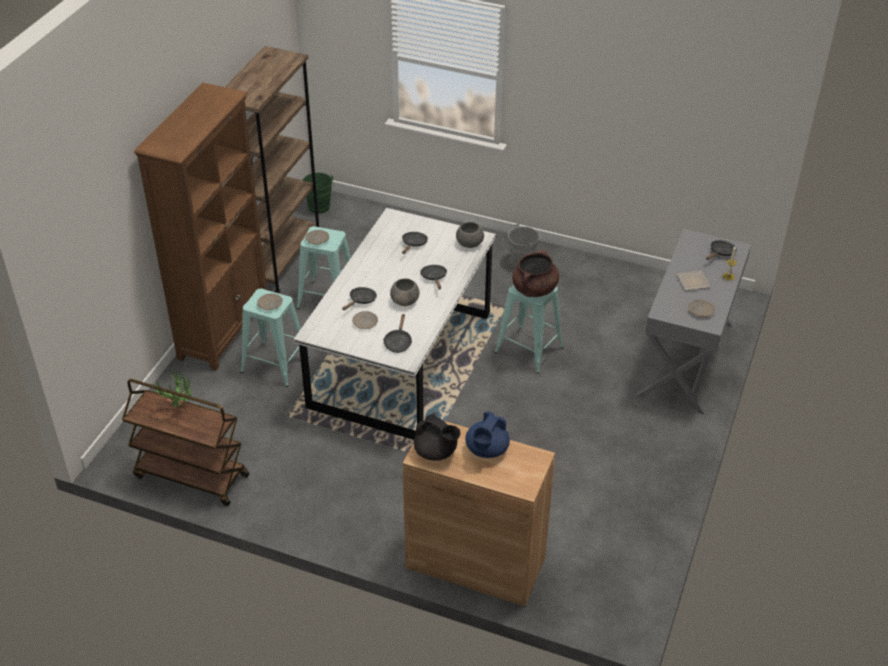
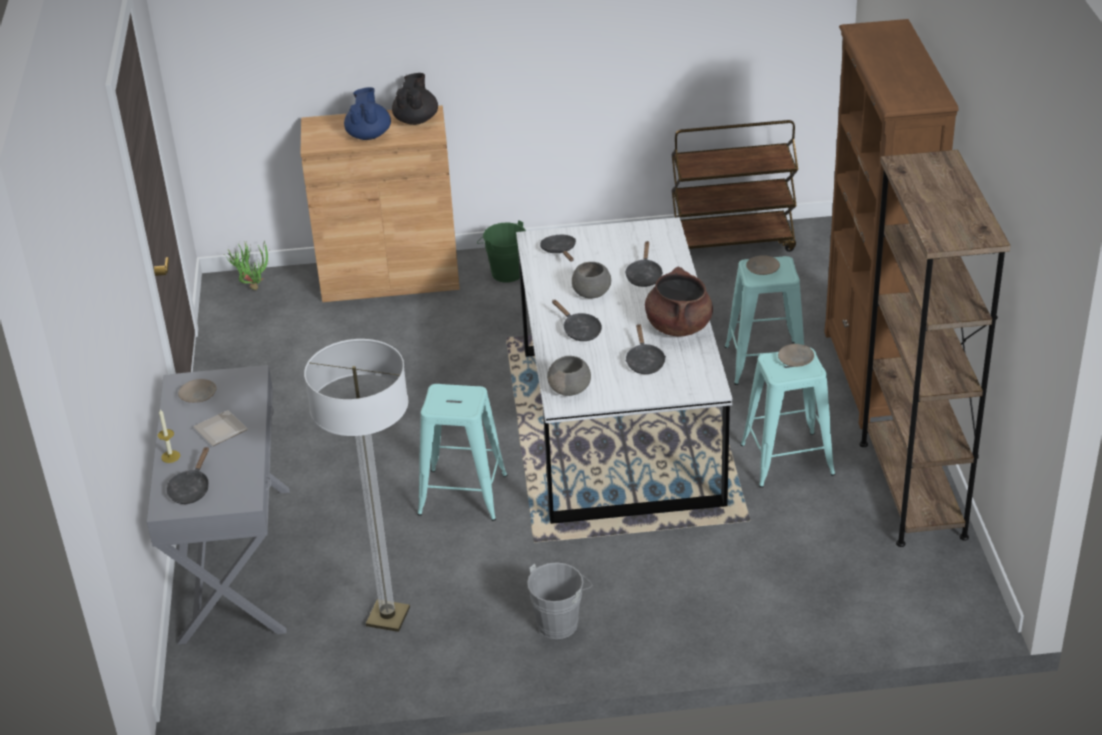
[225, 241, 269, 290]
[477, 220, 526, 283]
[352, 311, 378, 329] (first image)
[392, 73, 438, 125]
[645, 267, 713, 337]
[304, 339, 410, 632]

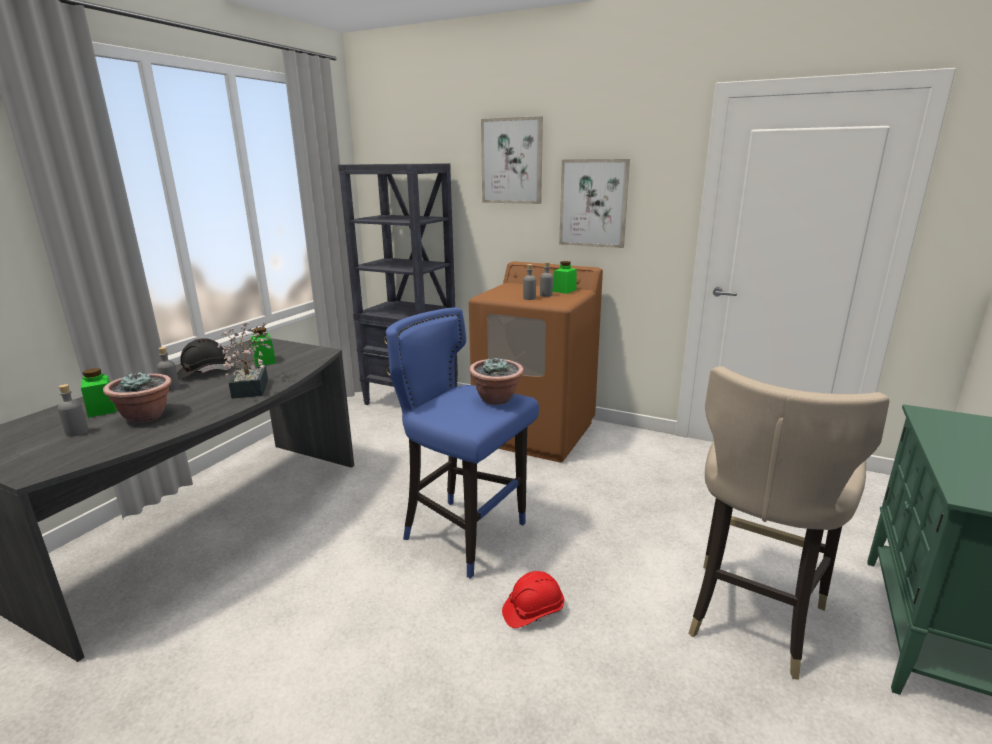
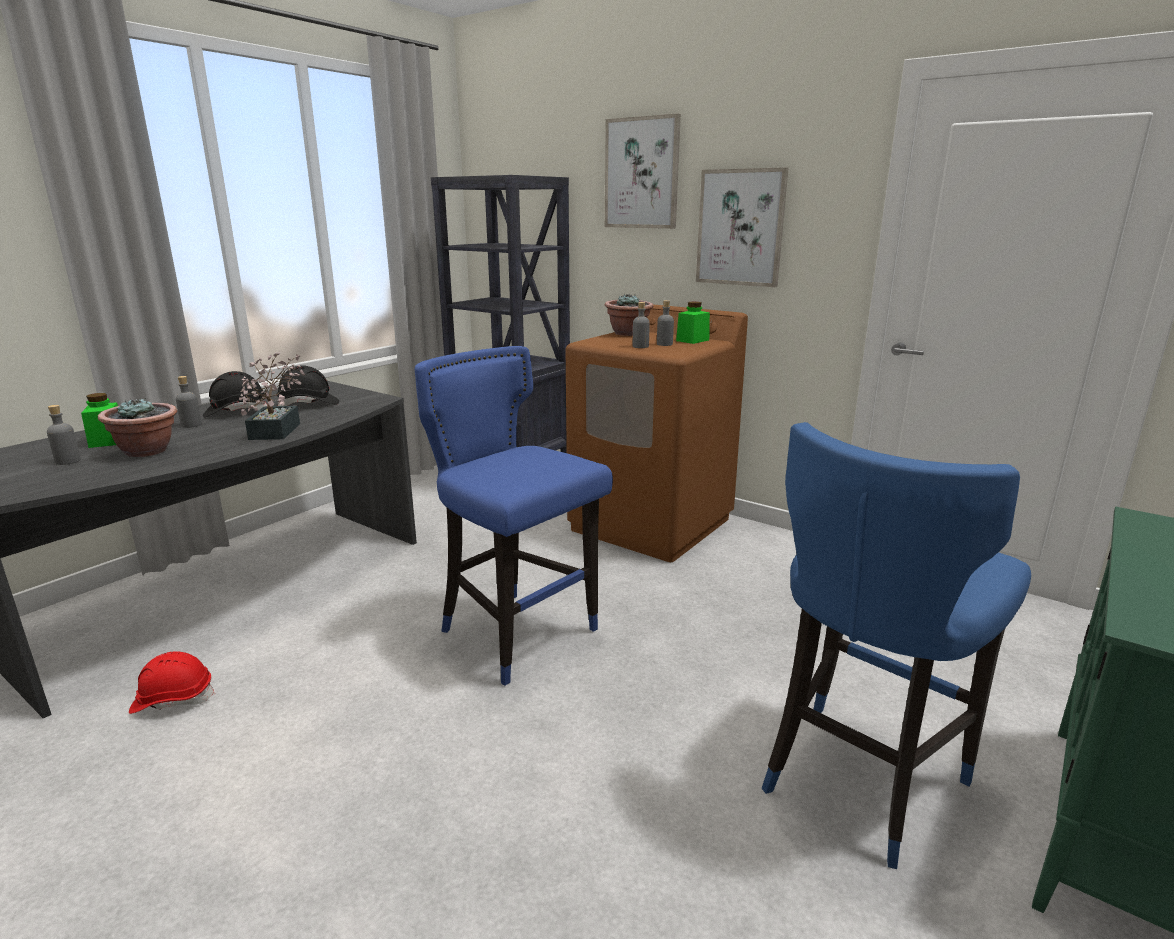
[276, 365, 339, 406]
[605, 294, 653, 336]
[129, 651, 215, 714]
[762, 422, 1031, 869]

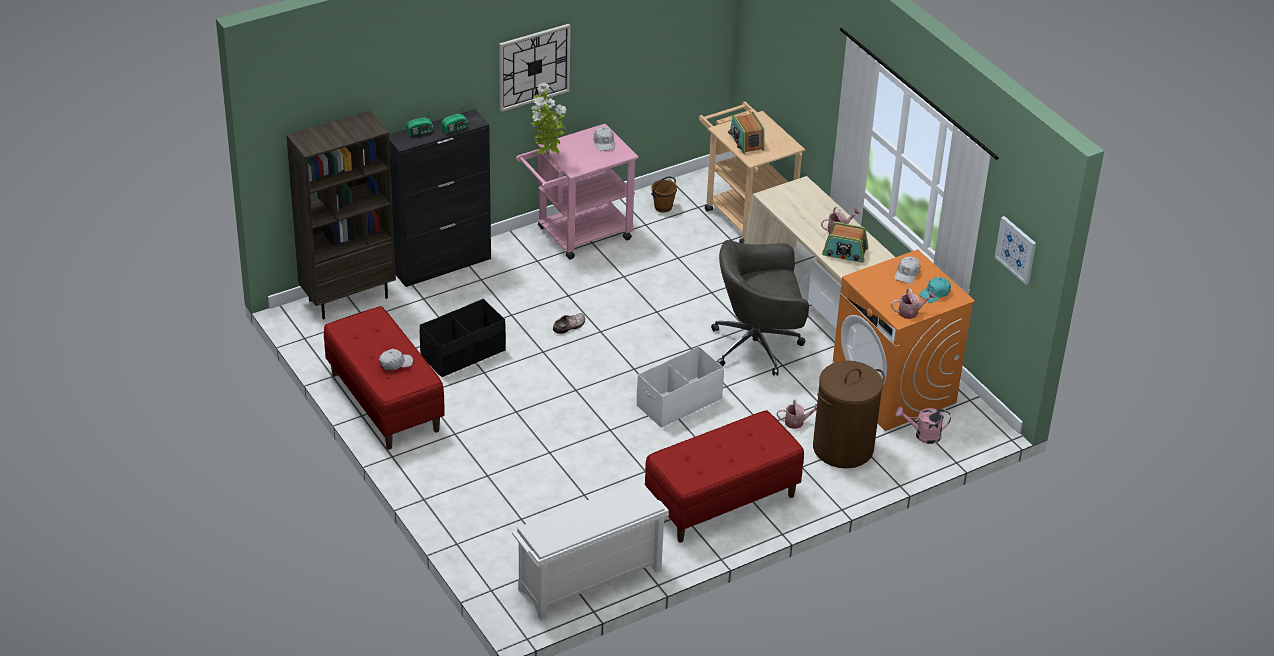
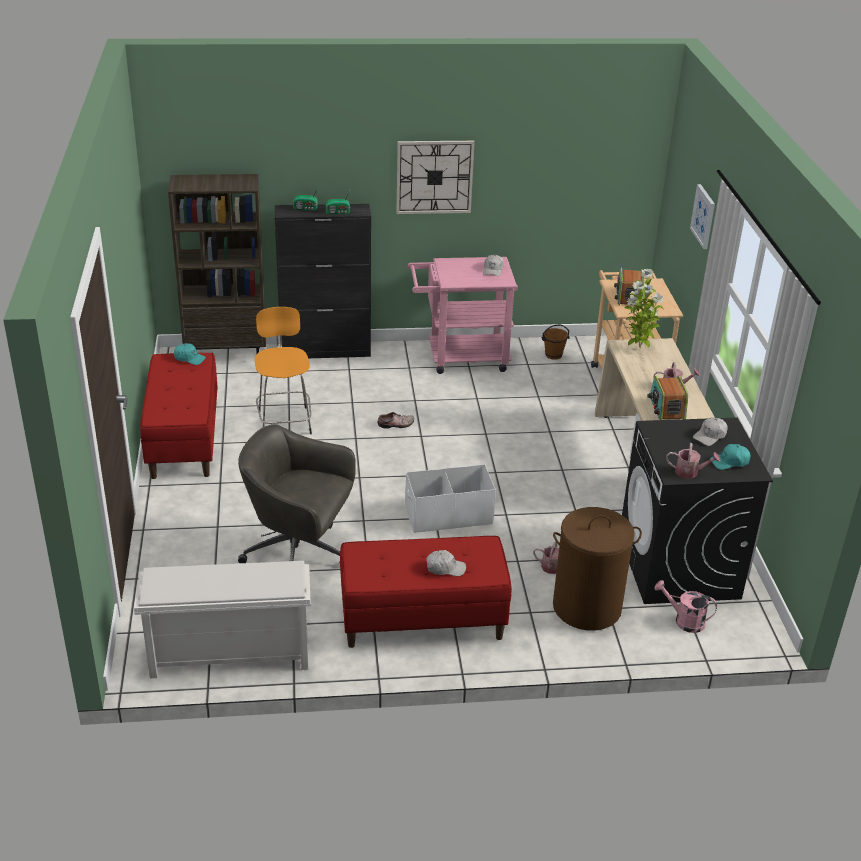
[426, 550, 466, 576]
[255, 307, 312, 434]
[624, 269, 664, 349]
[238, 424, 356, 563]
[647, 375, 688, 420]
[622, 417, 773, 604]
[690, 184, 715, 249]
[174, 343, 206, 365]

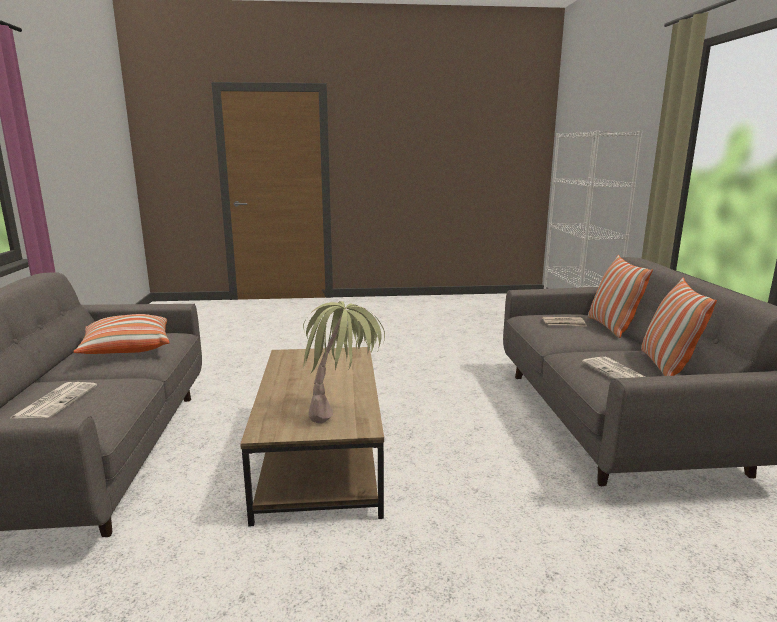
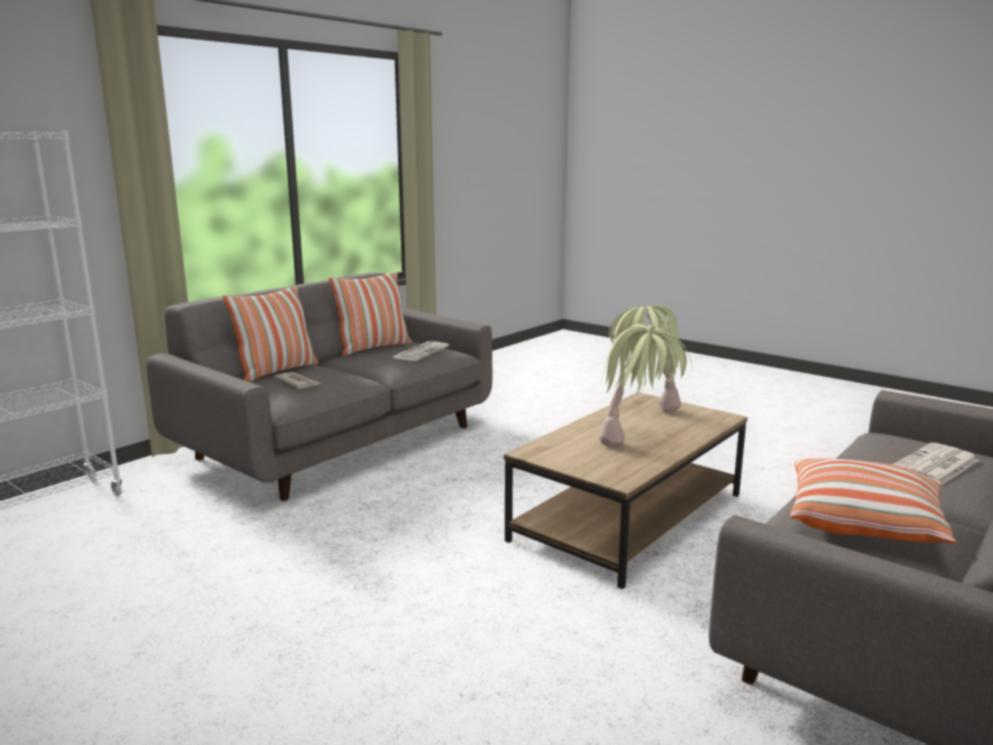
[599, 324, 692, 447]

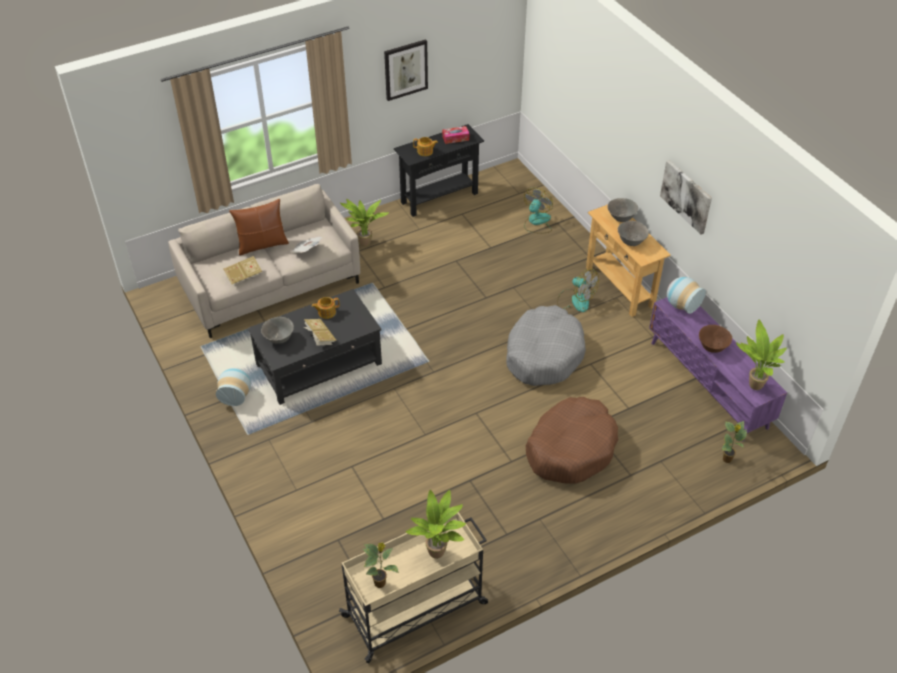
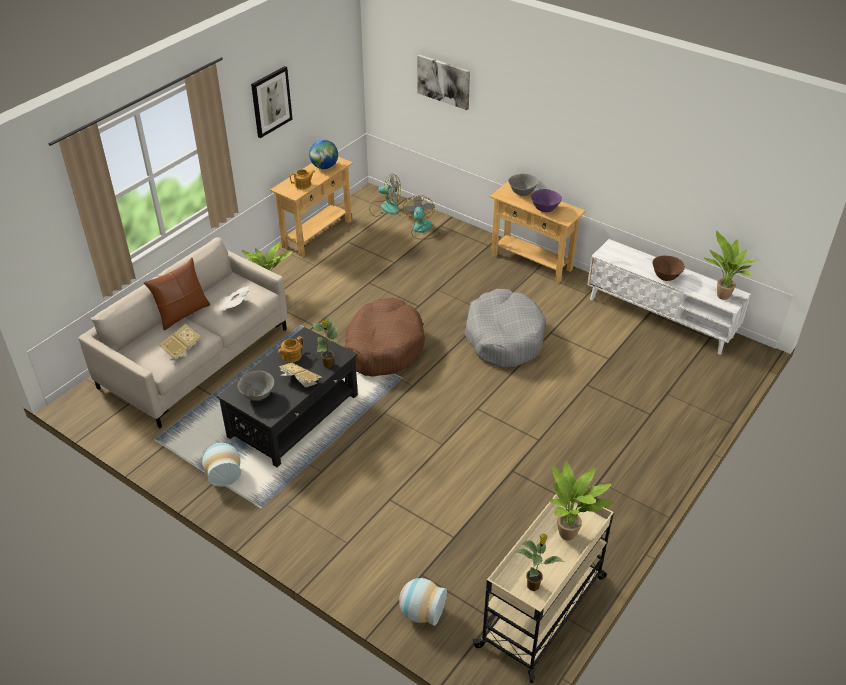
[270, 157, 353, 257]
[309, 140, 338, 169]
[345, 298, 425, 377]
[369, 174, 401, 217]
[531, 189, 562, 212]
[587, 239, 751, 355]
[417, 55, 470, 110]
[399, 578, 447, 626]
[313, 317, 338, 368]

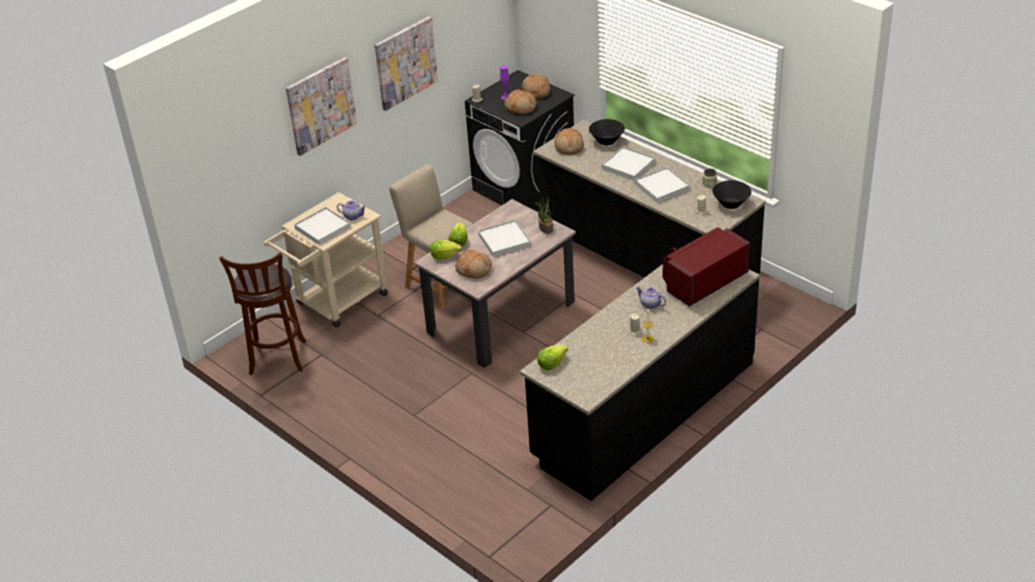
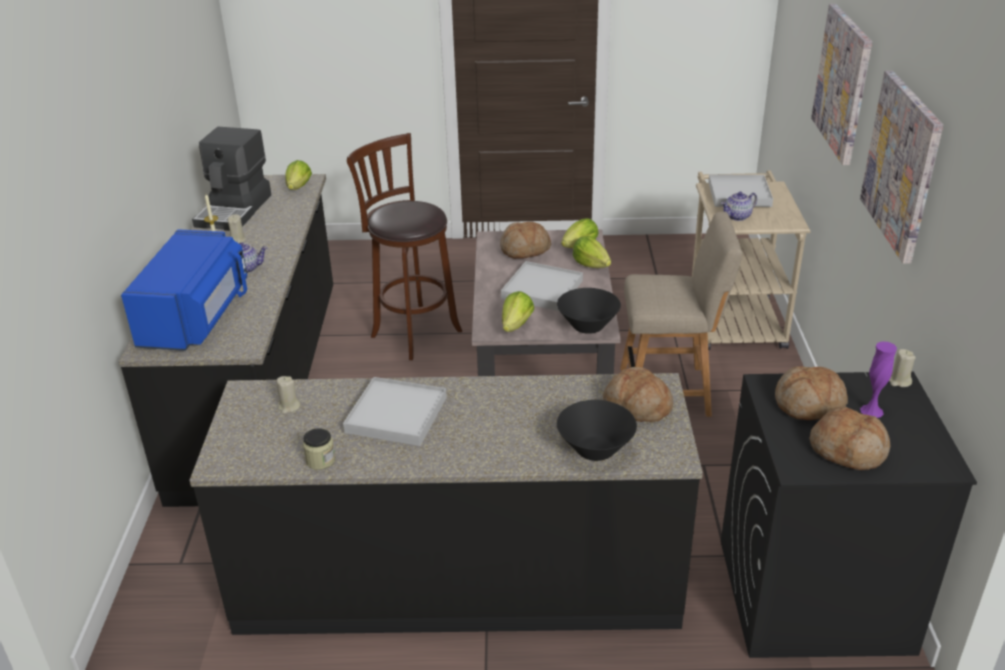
[347, 133, 462, 360]
[502, 291, 534, 332]
[602, 146, 655, 181] (first image)
[121, 229, 247, 351]
[557, 288, 621, 334]
[192, 127, 271, 231]

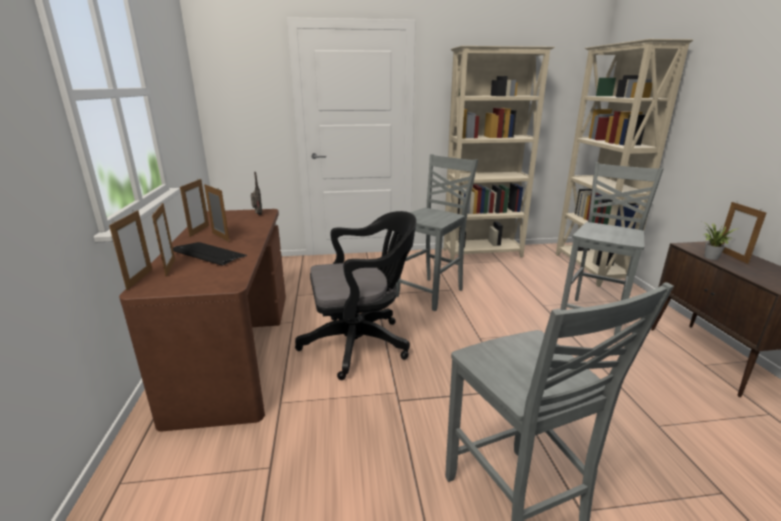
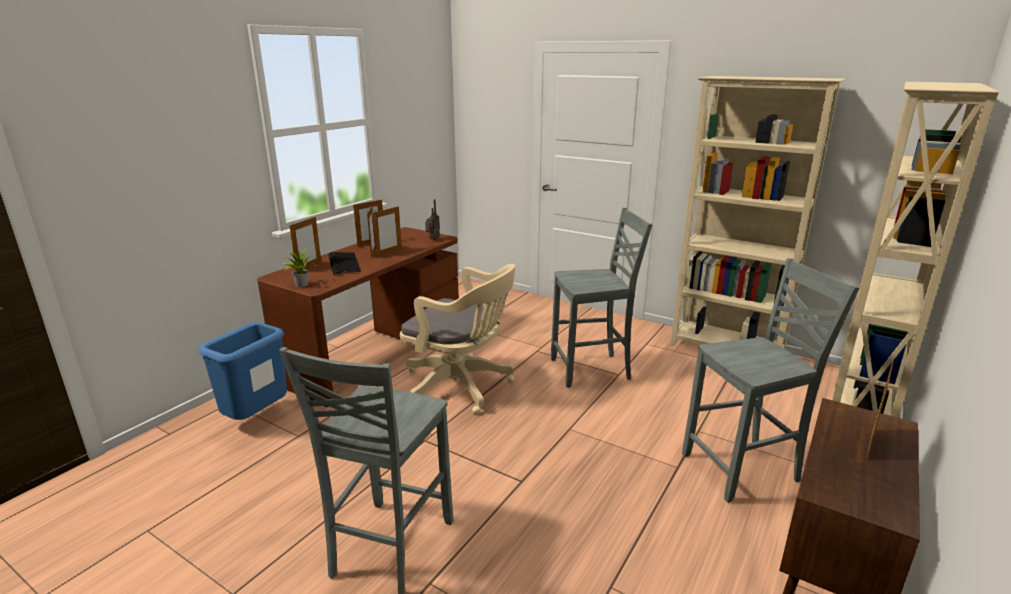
[372, 206, 402, 257]
[400, 264, 516, 415]
[280, 248, 311, 287]
[199, 322, 287, 420]

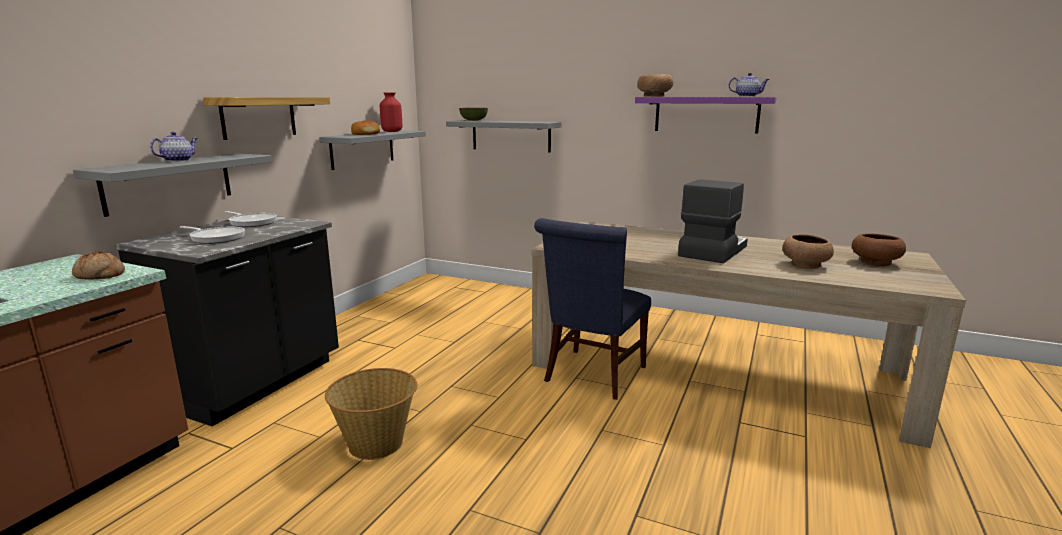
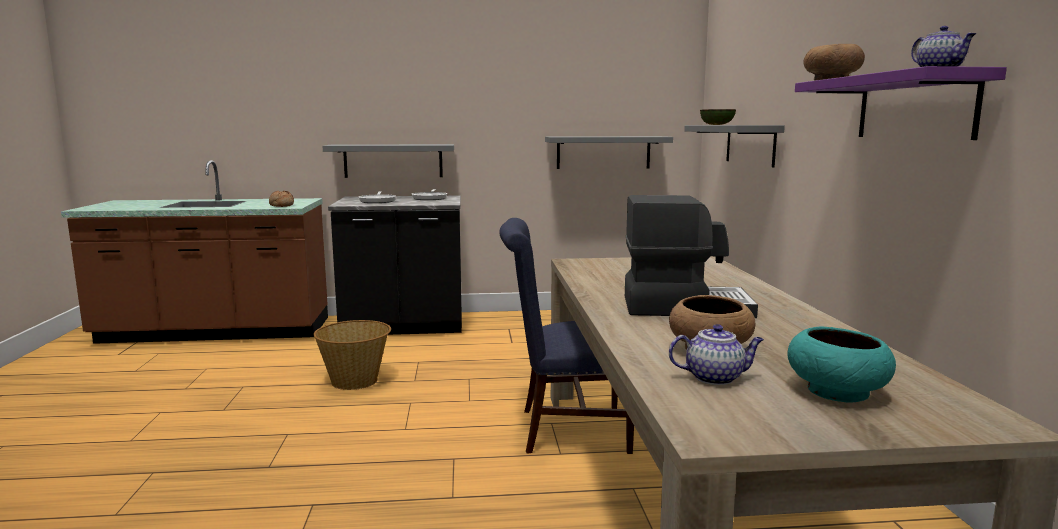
[669, 324, 764, 385]
[203, 97, 330, 140] (first image)
[351, 120, 380, 135] (first image)
[380, 93, 402, 132] (first image)
[787, 327, 896, 403]

